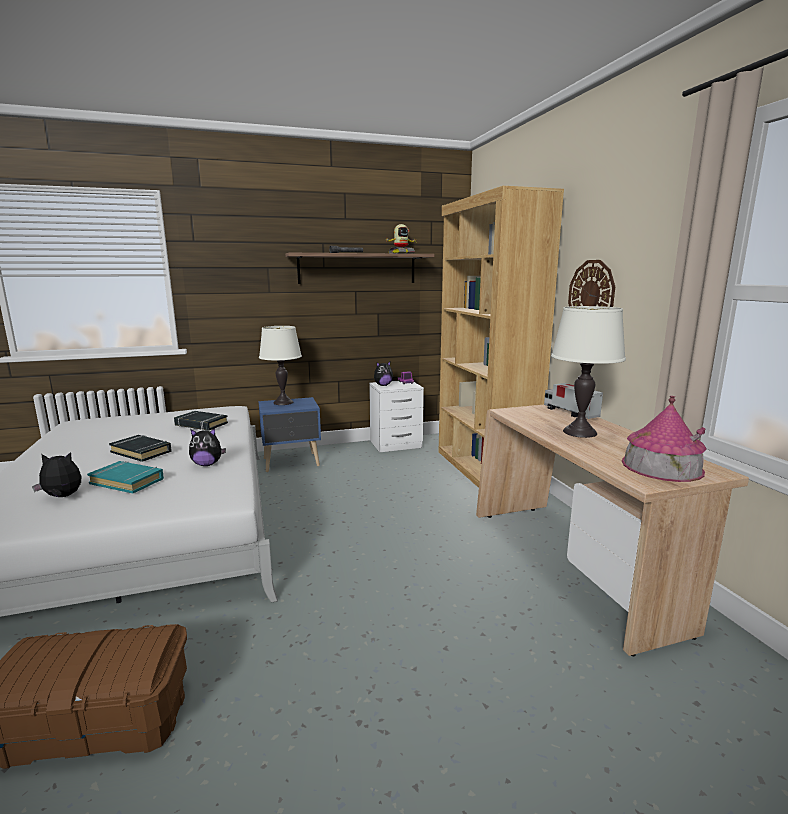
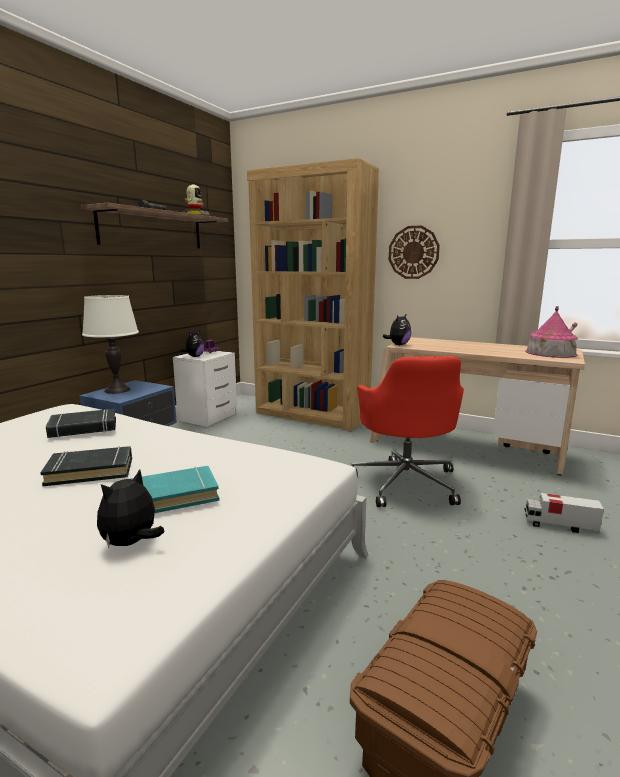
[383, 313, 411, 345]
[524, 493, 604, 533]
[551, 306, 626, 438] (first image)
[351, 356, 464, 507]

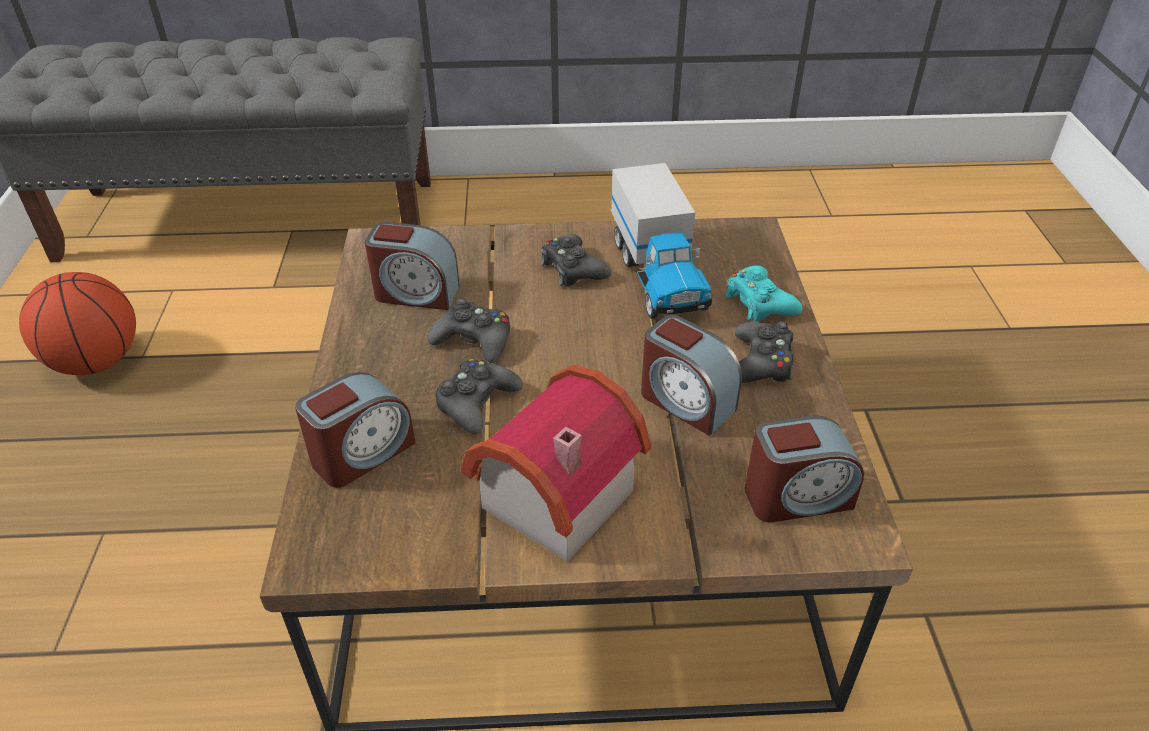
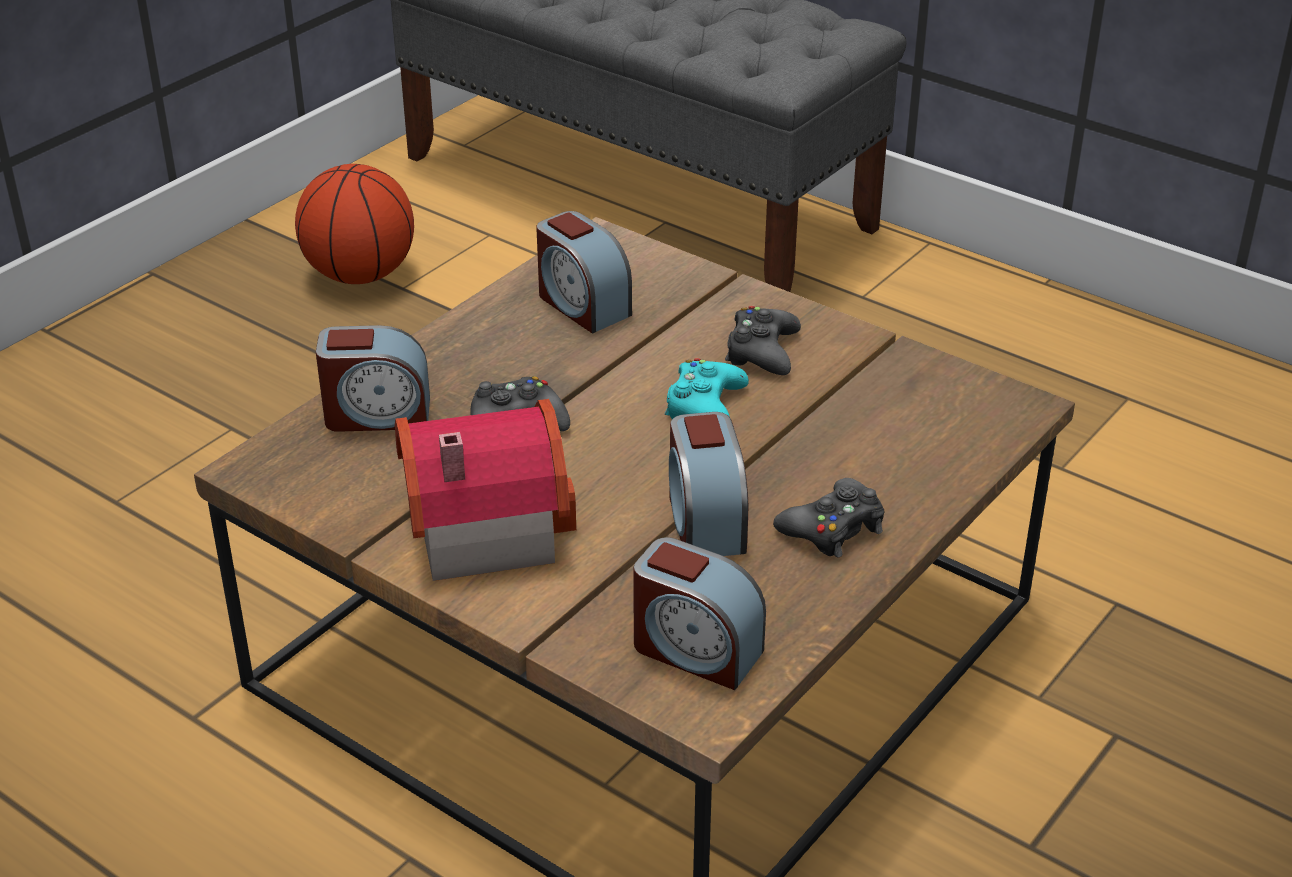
[428, 298, 510, 363] (first image)
[611, 163, 712, 318] (first image)
[665, 358, 749, 419]

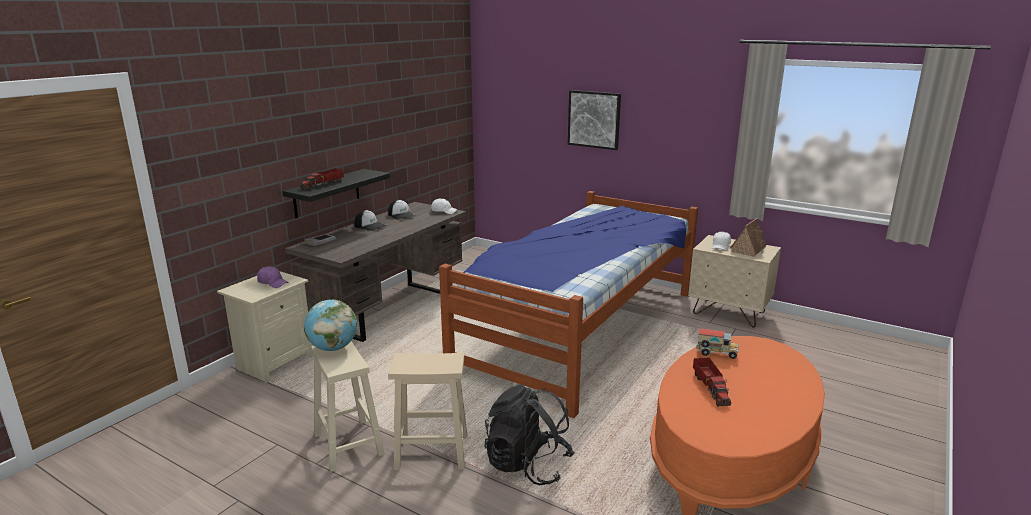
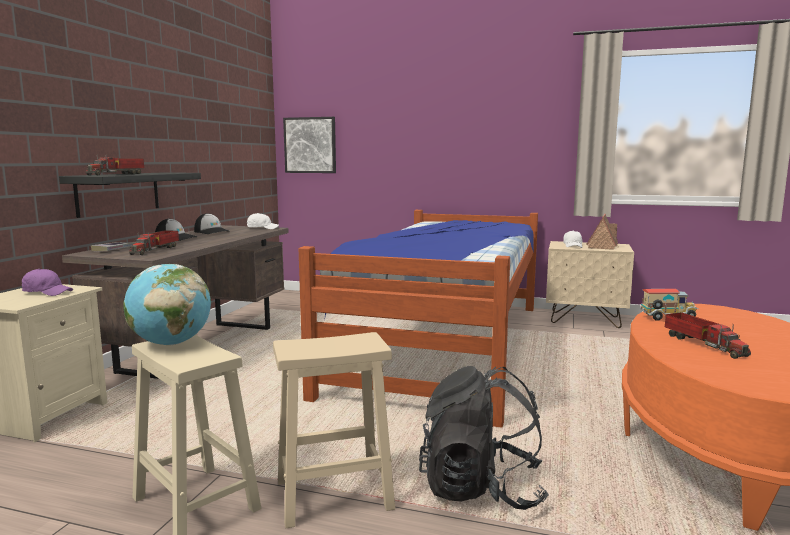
[283, 117, 336, 173]
[129, 230, 179, 255]

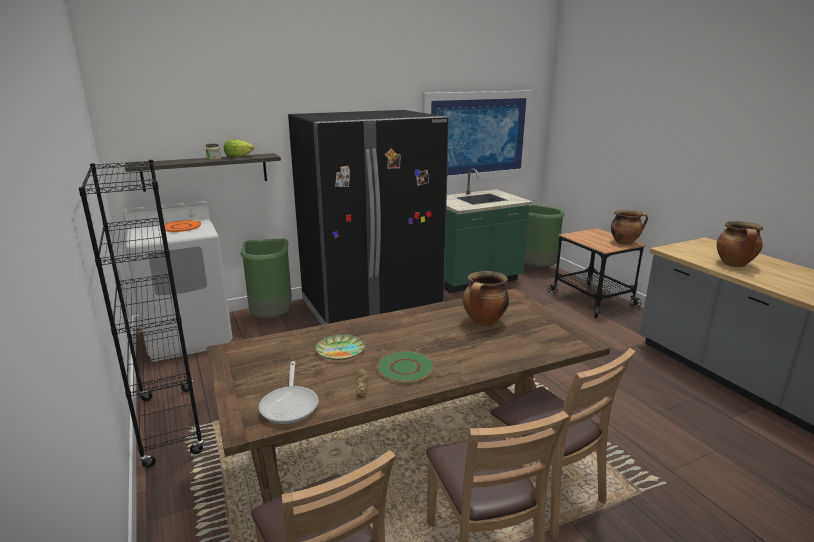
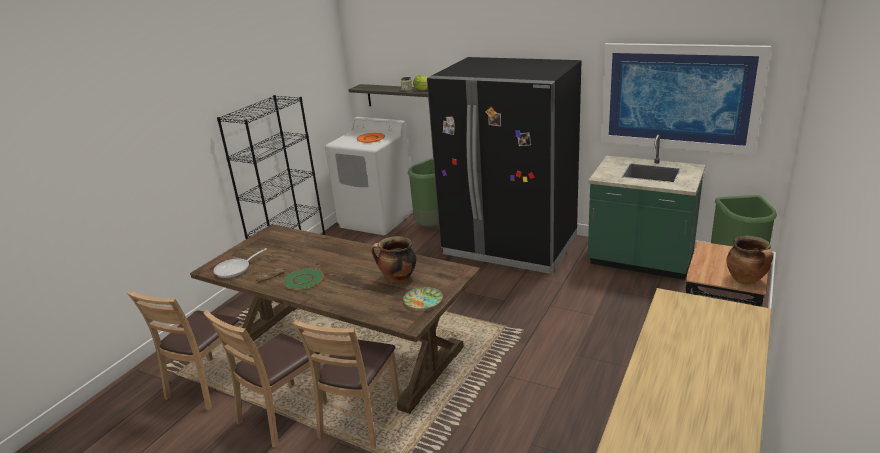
[403, 287, 443, 310]
[717, 221, 763, 267] (first image)

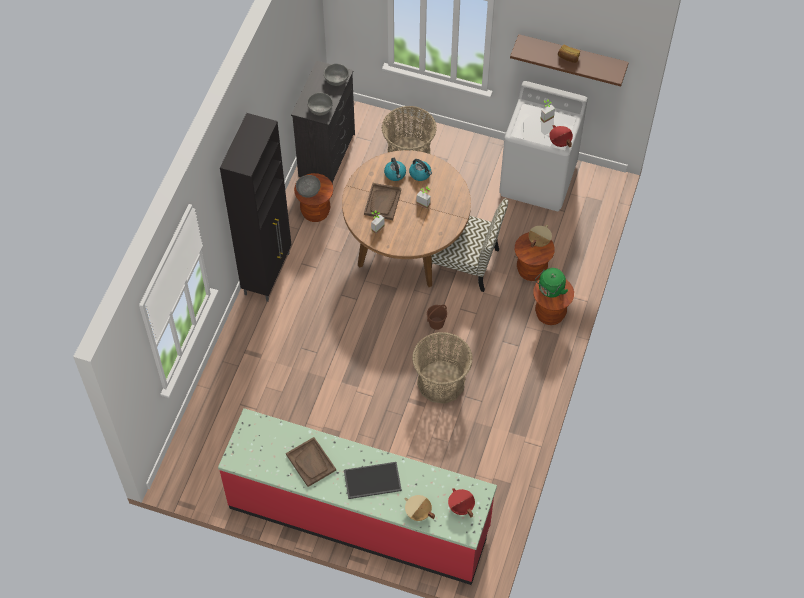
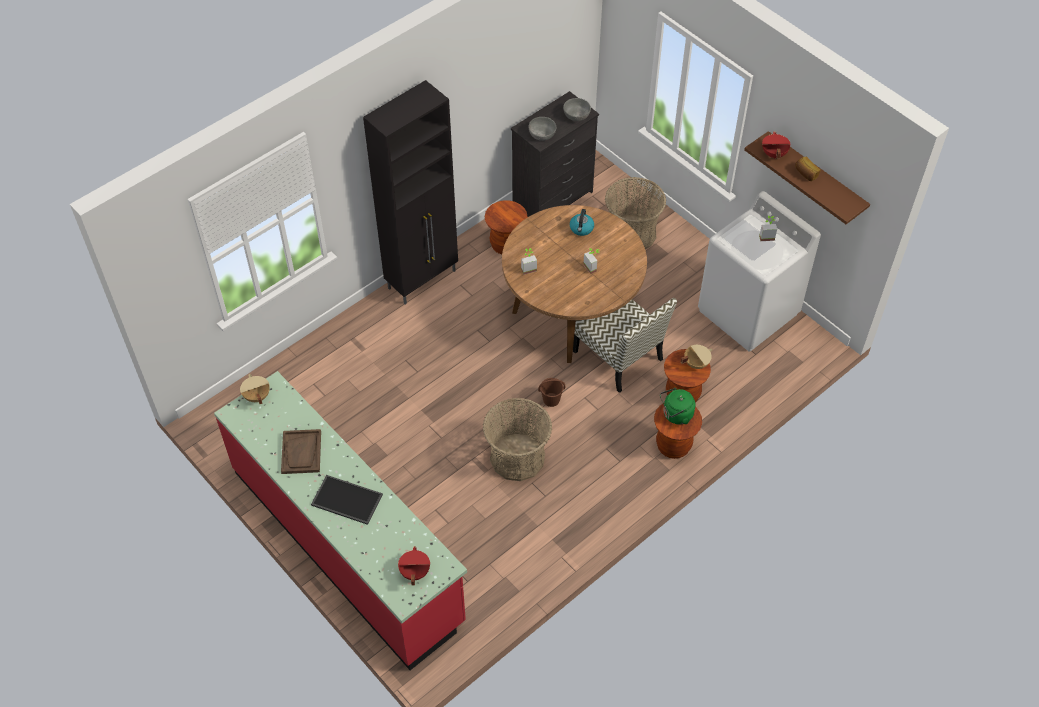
[296, 175, 321, 198] (first image)
[364, 183, 401, 220] (first image)
[240, 374, 270, 404]
[409, 159, 432, 181] (first image)
[762, 131, 790, 159]

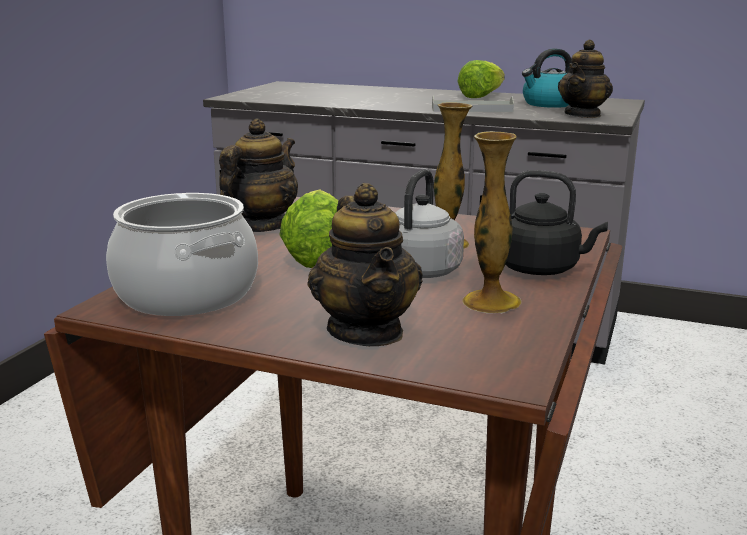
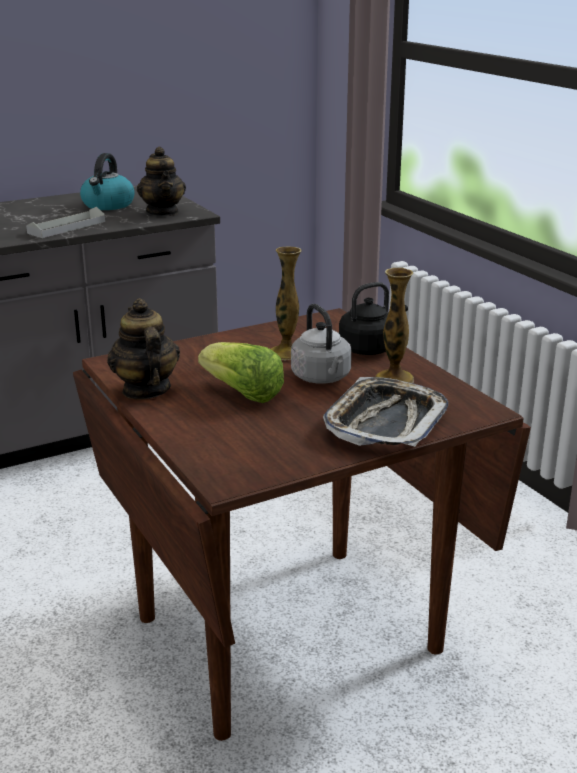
[106, 193, 258, 316] (first image)
[323, 377, 448, 447]
[457, 60, 505, 98] (first image)

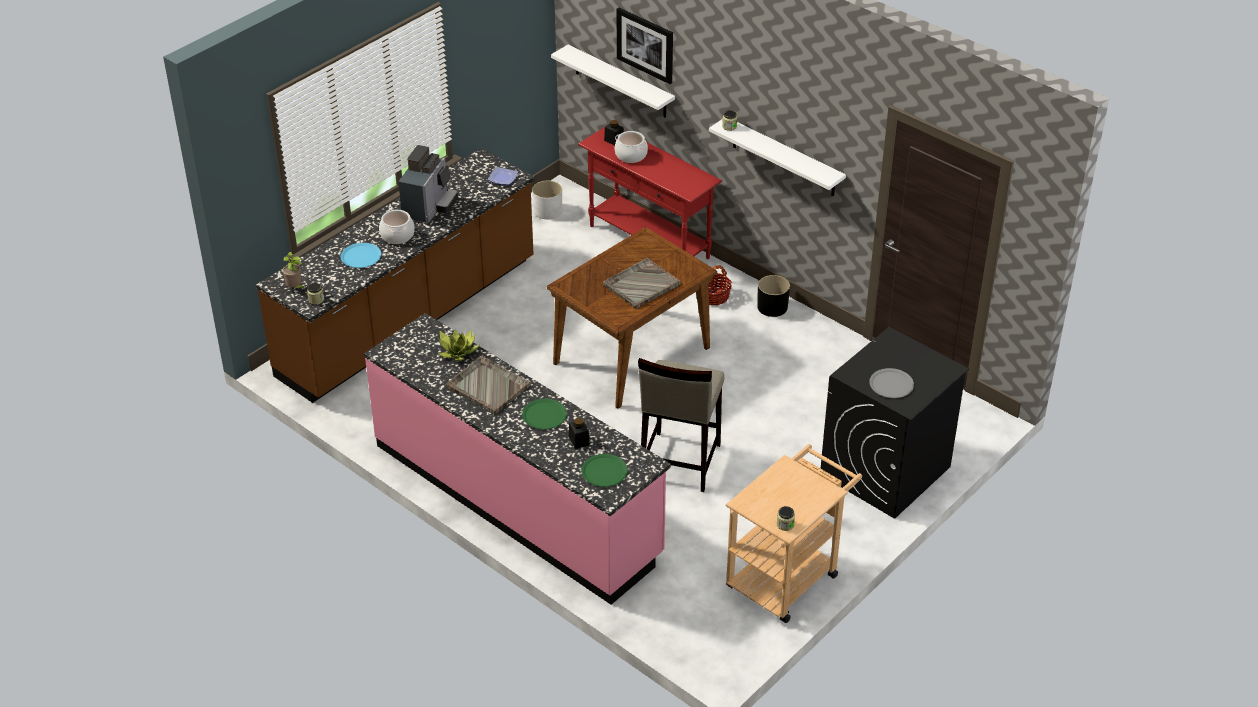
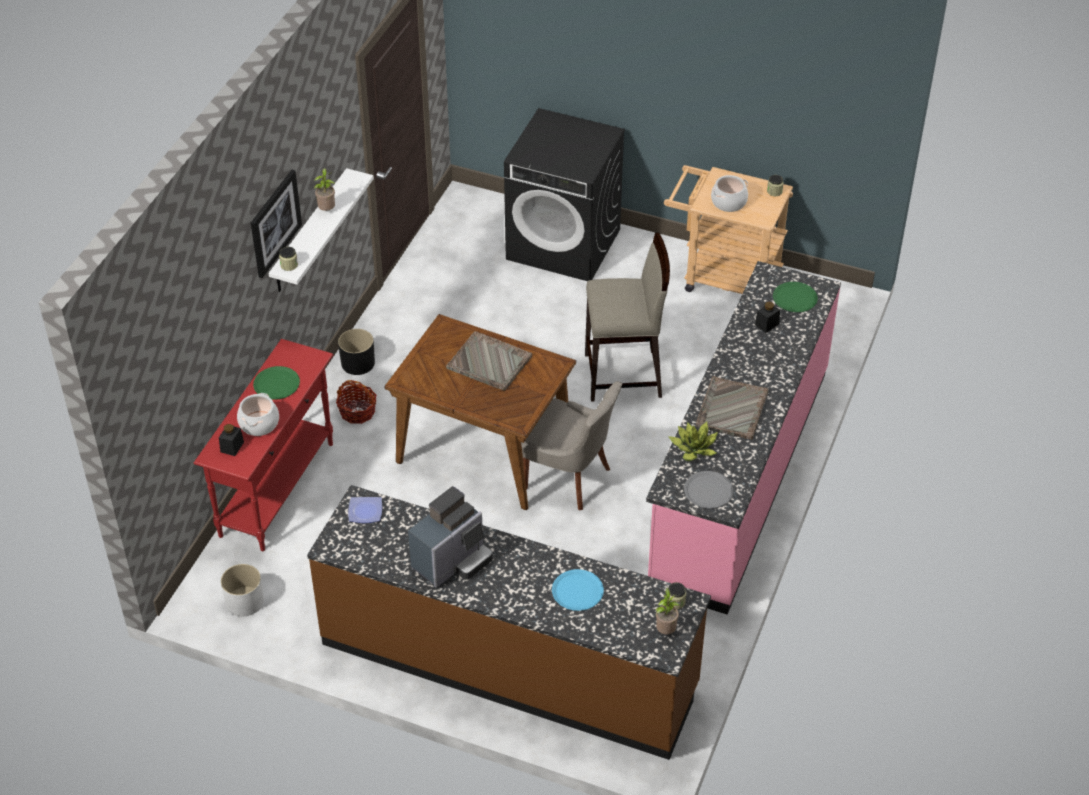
[711, 175, 748, 212]
[408, 486, 493, 588]
[253, 366, 300, 400]
[551, 45, 675, 118] (first image)
[251, 170, 302, 278]
[684, 471, 733, 508]
[314, 168, 335, 211]
[521, 381, 622, 510]

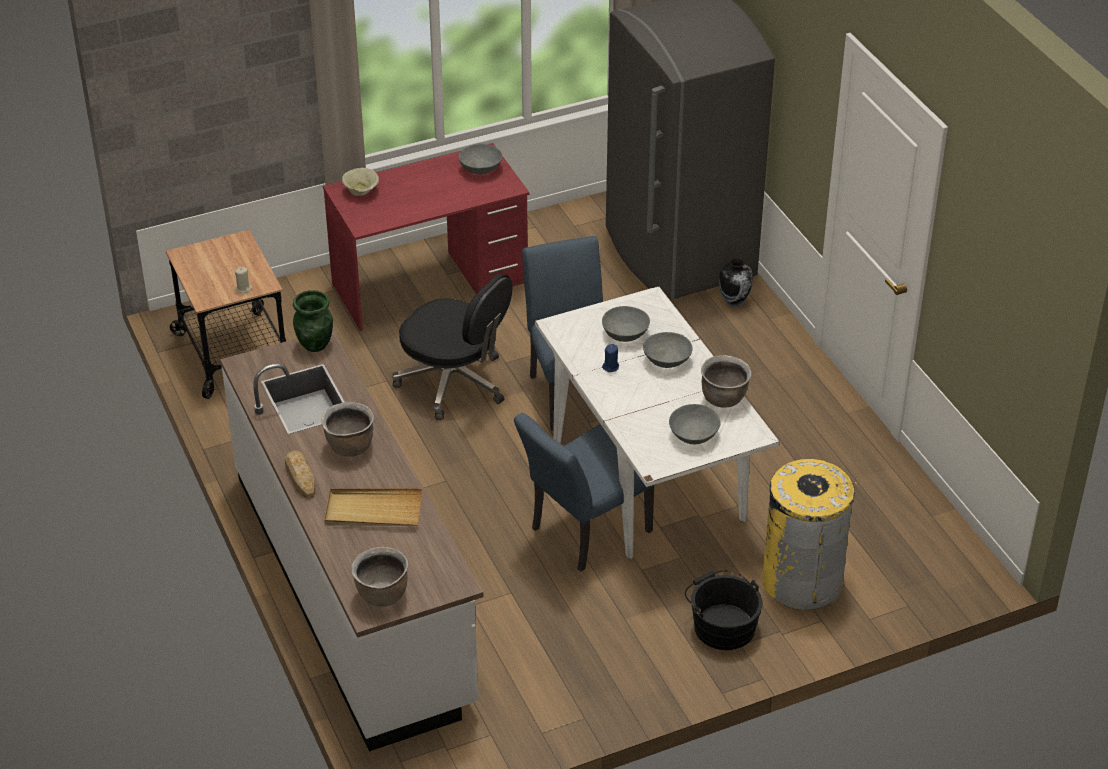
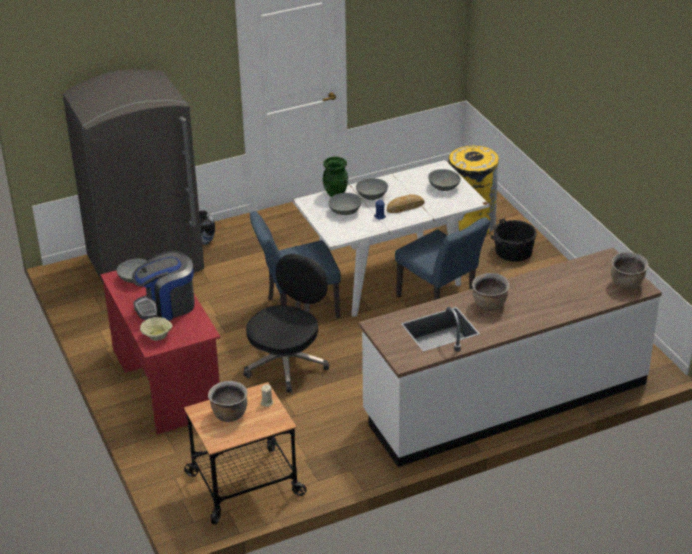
[387, 194, 424, 213]
[323, 157, 348, 197]
[324, 488, 422, 526] (first image)
[208, 381, 248, 422]
[132, 250, 195, 320]

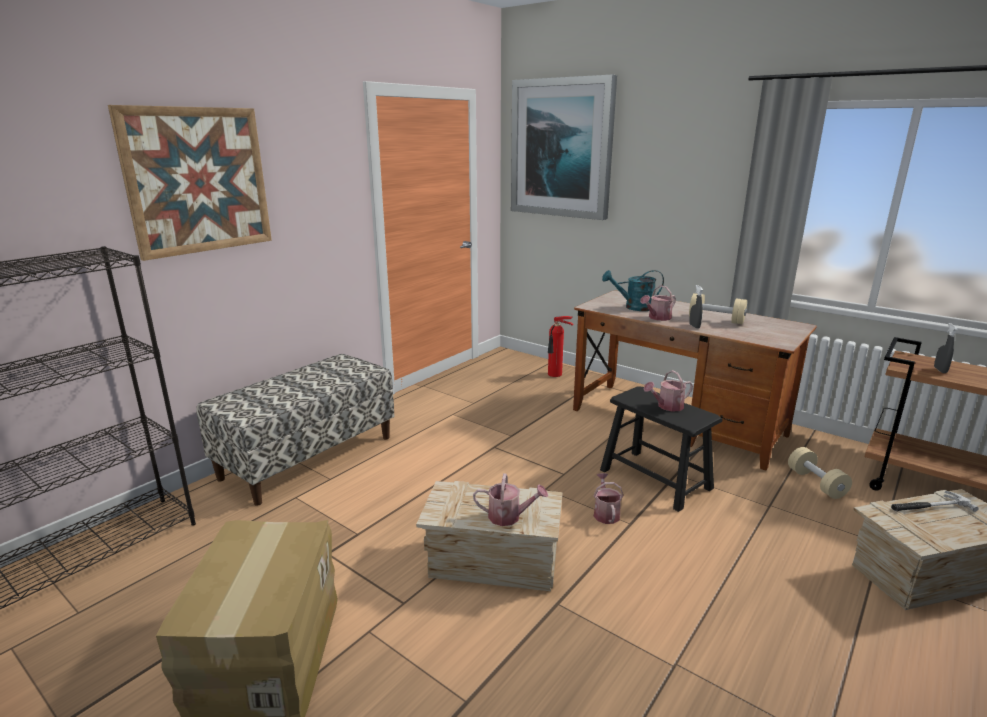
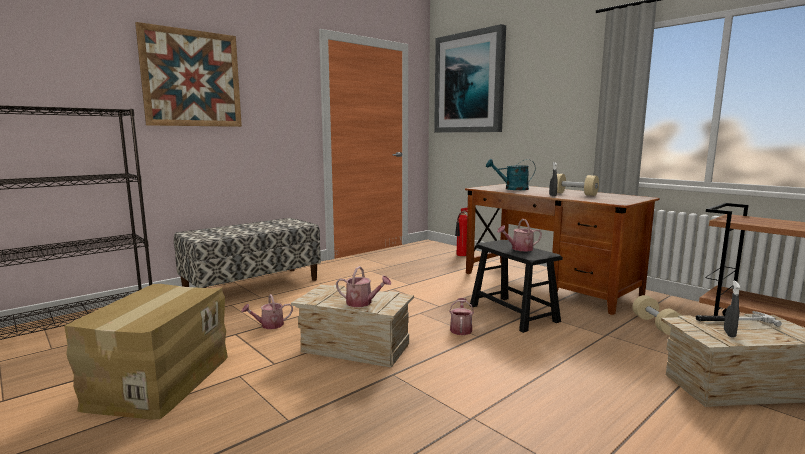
[241, 294, 293, 329]
[724, 280, 740, 337]

